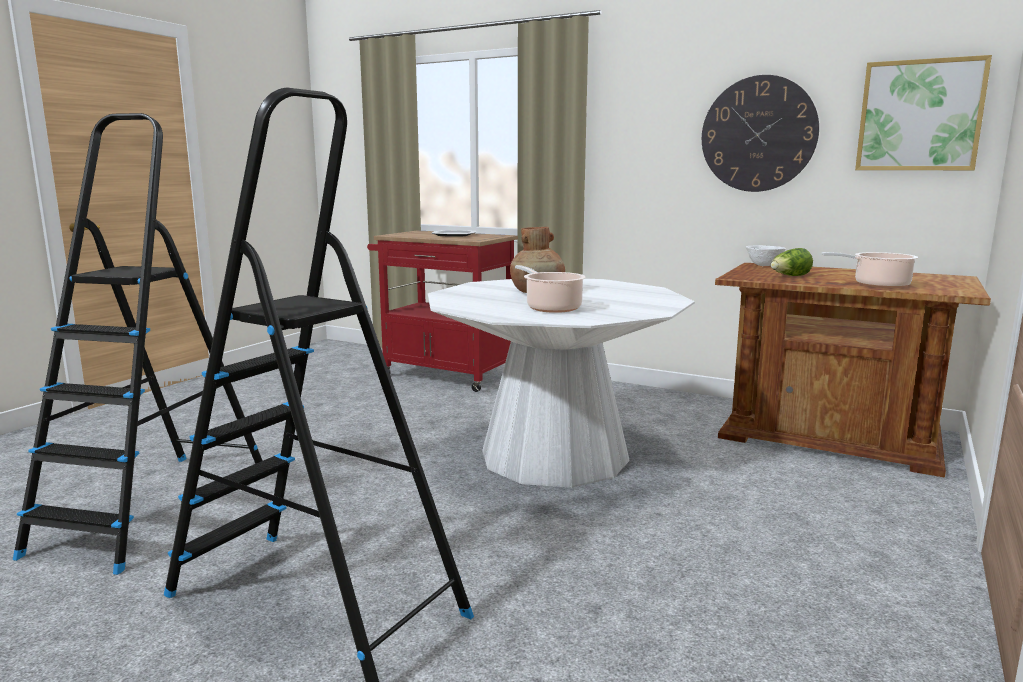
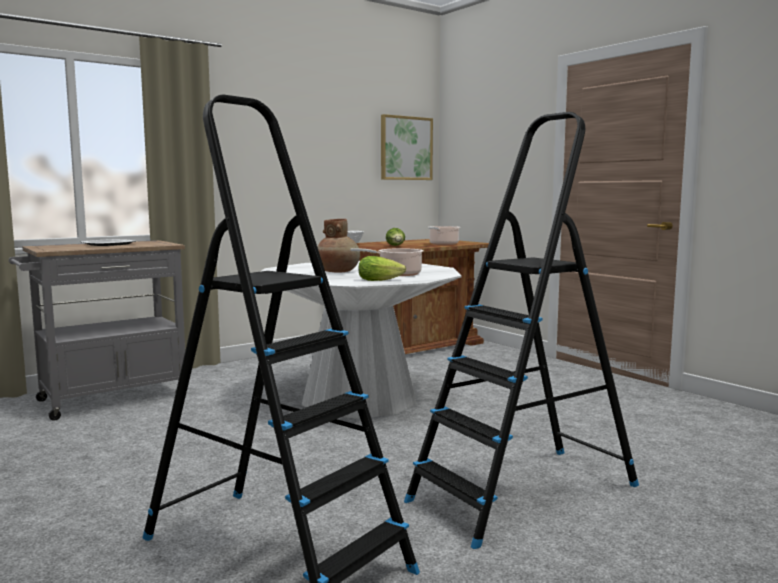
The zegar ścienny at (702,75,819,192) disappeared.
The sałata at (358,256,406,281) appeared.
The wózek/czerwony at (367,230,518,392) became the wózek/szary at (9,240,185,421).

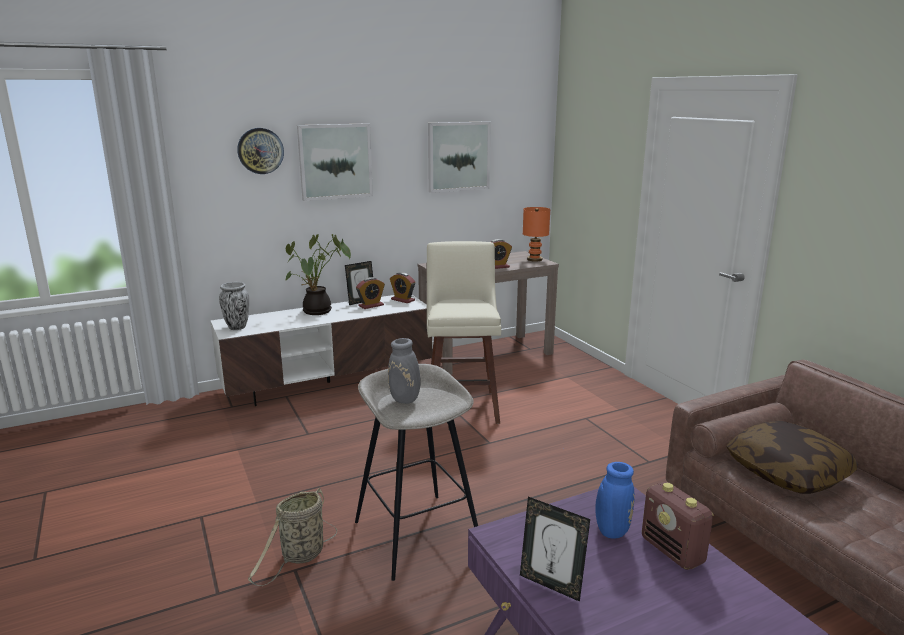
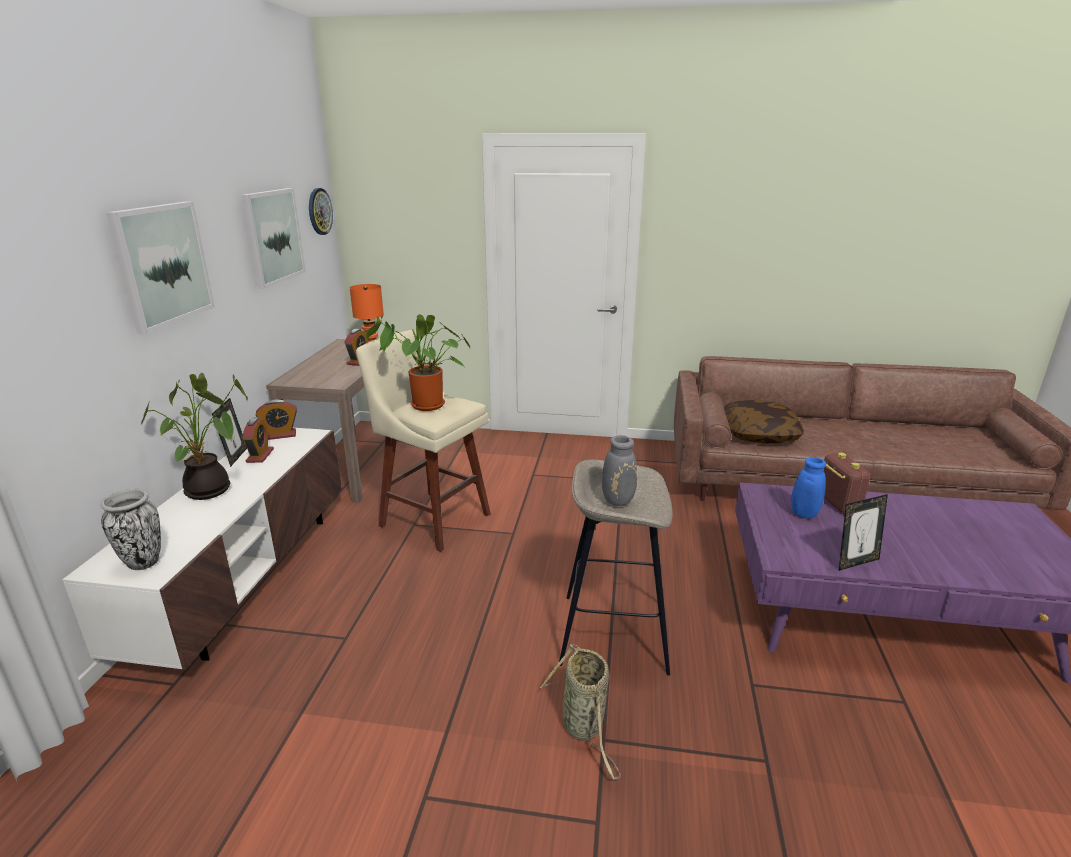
The roślina doniczkowa at (365,314,470,411) appeared.
The zegar ścienny moved from (237,128,284,174) to (309,188,333,235).
The radio at (642,482,714,570) turned 105 degrees counterclockwise.

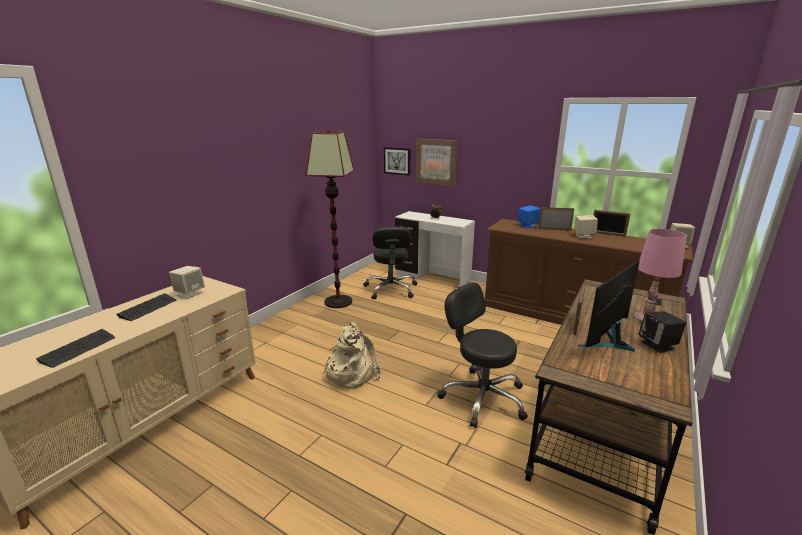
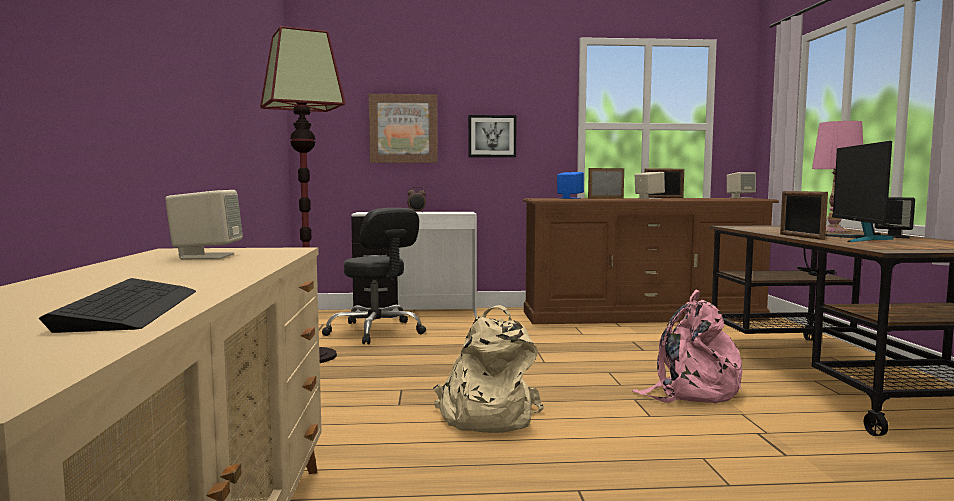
The klawiatura at (116,293,176,321) disappeared.
The obraz moved from (384,147,410,176) to (468,115,516,157).
The krzesło biurowe/czarny at (437,283,528,428) was replaced by the plecak/różowy at (632,289,742,404).

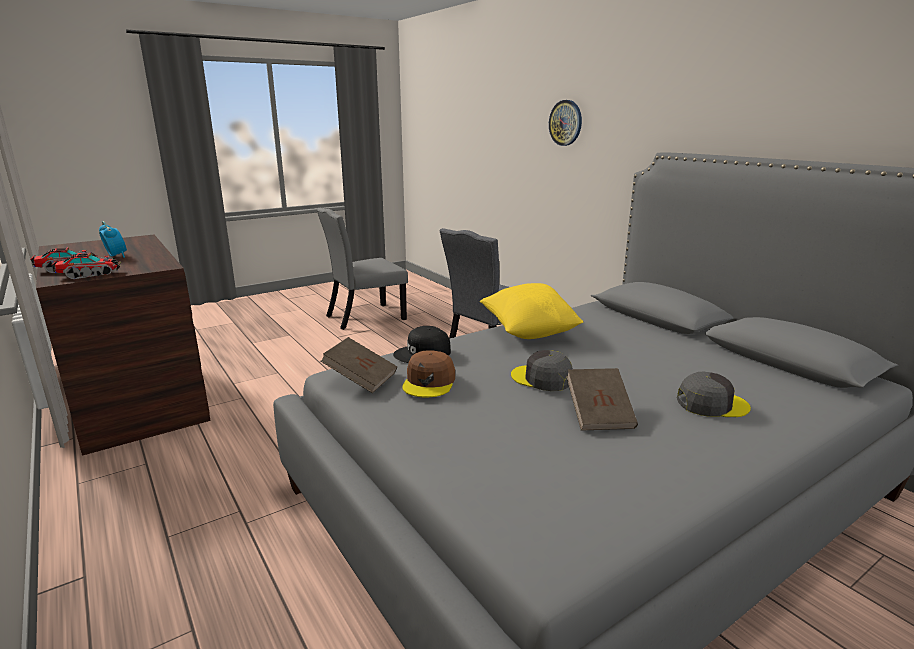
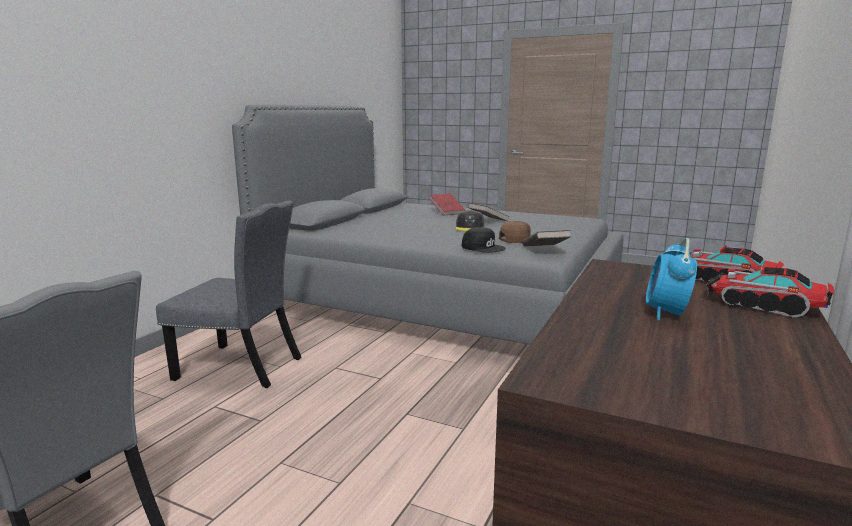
The poduszka/żółty at (480,283,583,339) disappeared.
The zegar ścienny at (549,100,582,146) disappeared.
The czapka z daszkiem/szary at (677,372,751,417) was replaced by the książka/czerwony at (430,193,465,216).

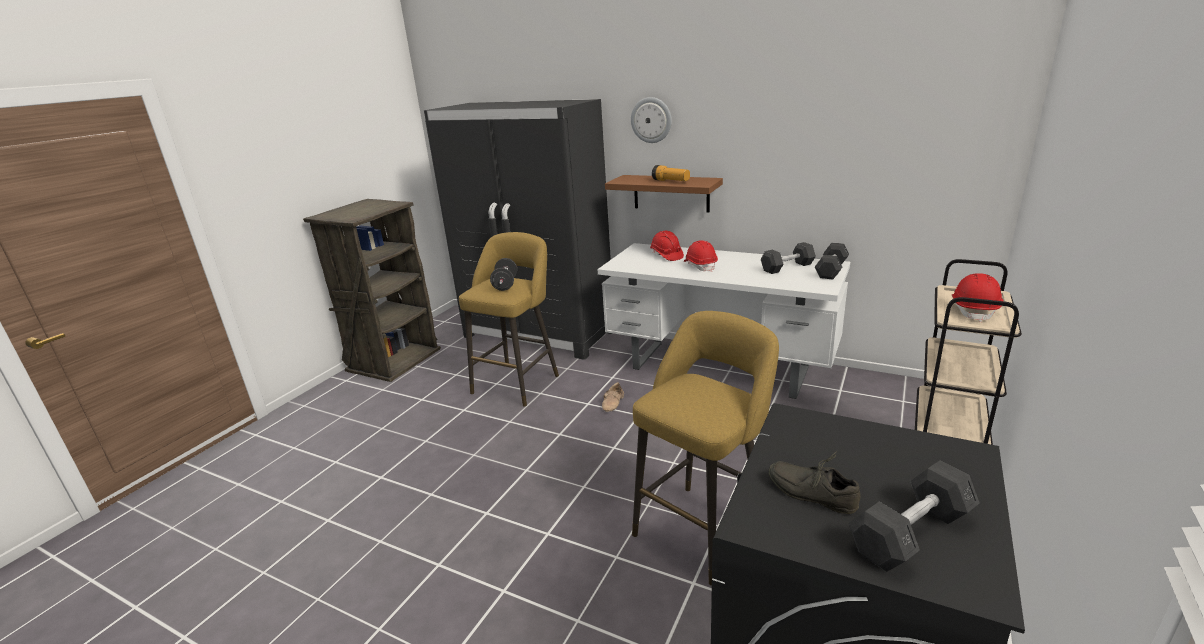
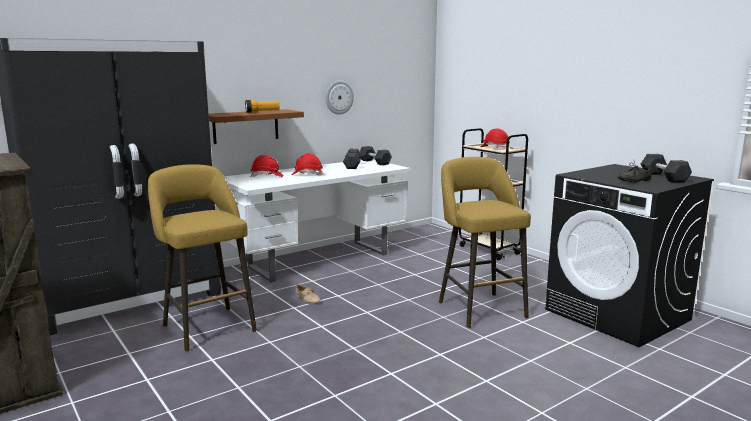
The hantel/czarny at (490,258,517,291) disappeared.
The zegar ścienny moved from (631,97,672,143) to (326,80,354,115).

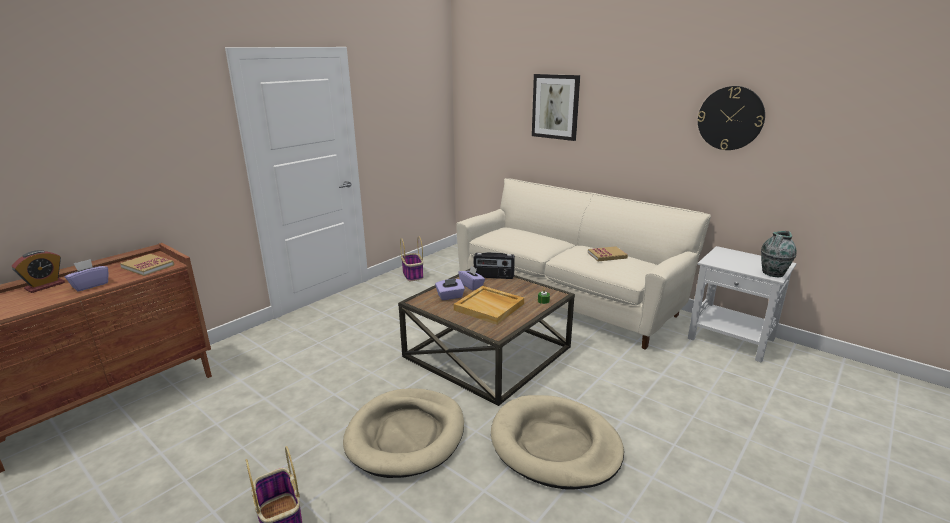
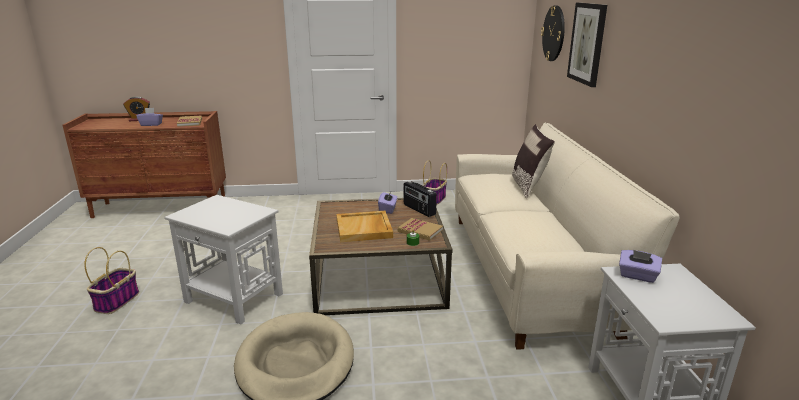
The wazon at (761,231,796,277) disappeared.
The poduszka at (512,124,555,198) appeared.
The pudełko chusteczek/fioletowy moved from (435,279,465,300) to (619,250,662,283).
The książka moved from (588,246,628,261) to (397,218,443,241).
The zegar ścienny moved from (698,86,765,150) to (541,5,565,61).
The legowisko/beżowy at (343,388,464,478) was replaced by the stolik/biały at (164,195,283,324).

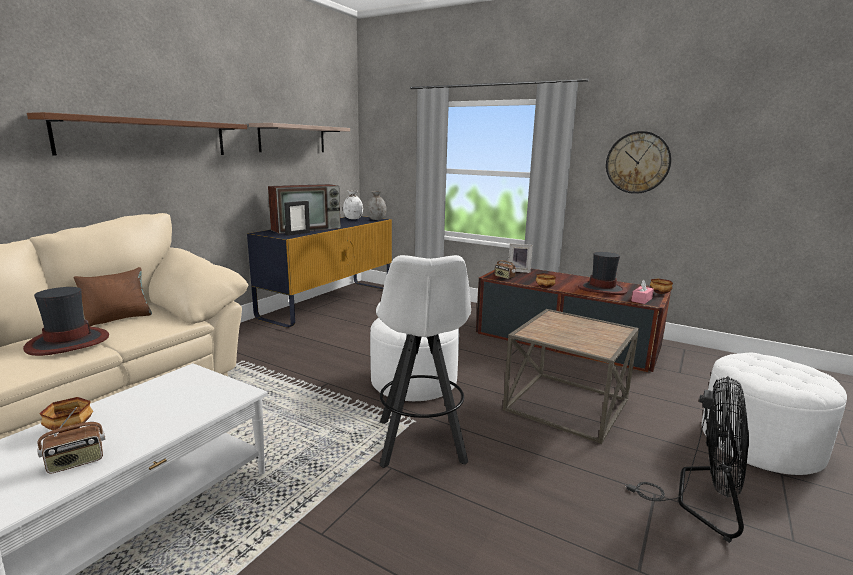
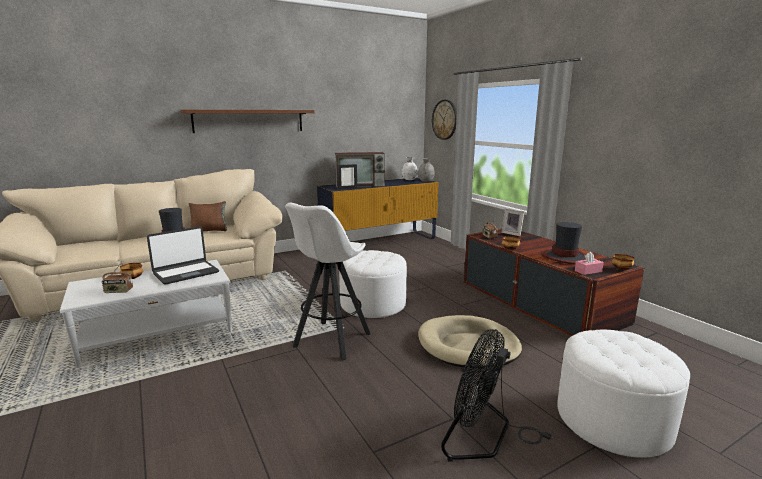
The półka at (249,123,350,152) disappeared.
The laptop at (147,226,219,285) appeared.
The zegar ścienny moved from (606,131,672,194) to (432,100,457,140).
The stolik/brązowy at (503,309,639,444) was replaced by the legowisko/beżowy at (418,315,522,369).
The wentylator/czarny at (625,376,749,543) turned 150 degrees clockwise.

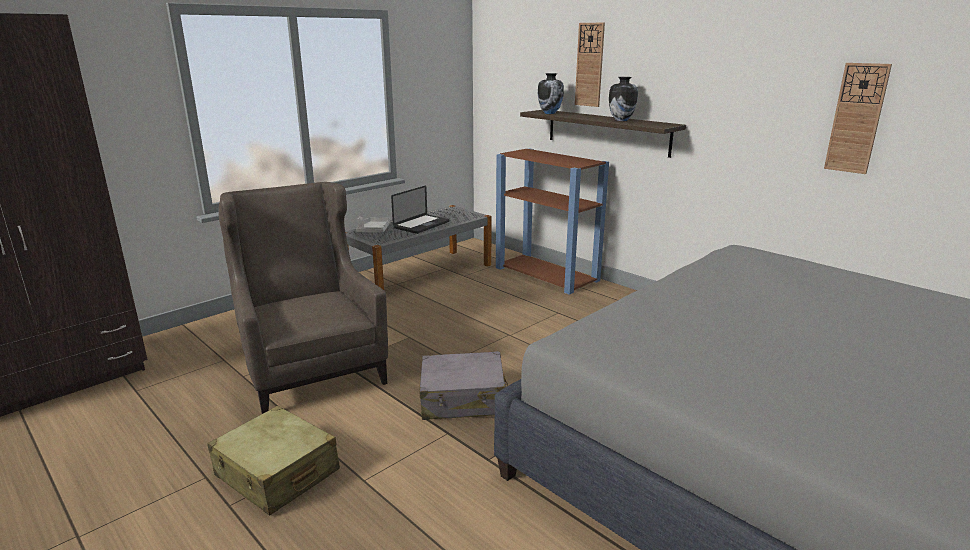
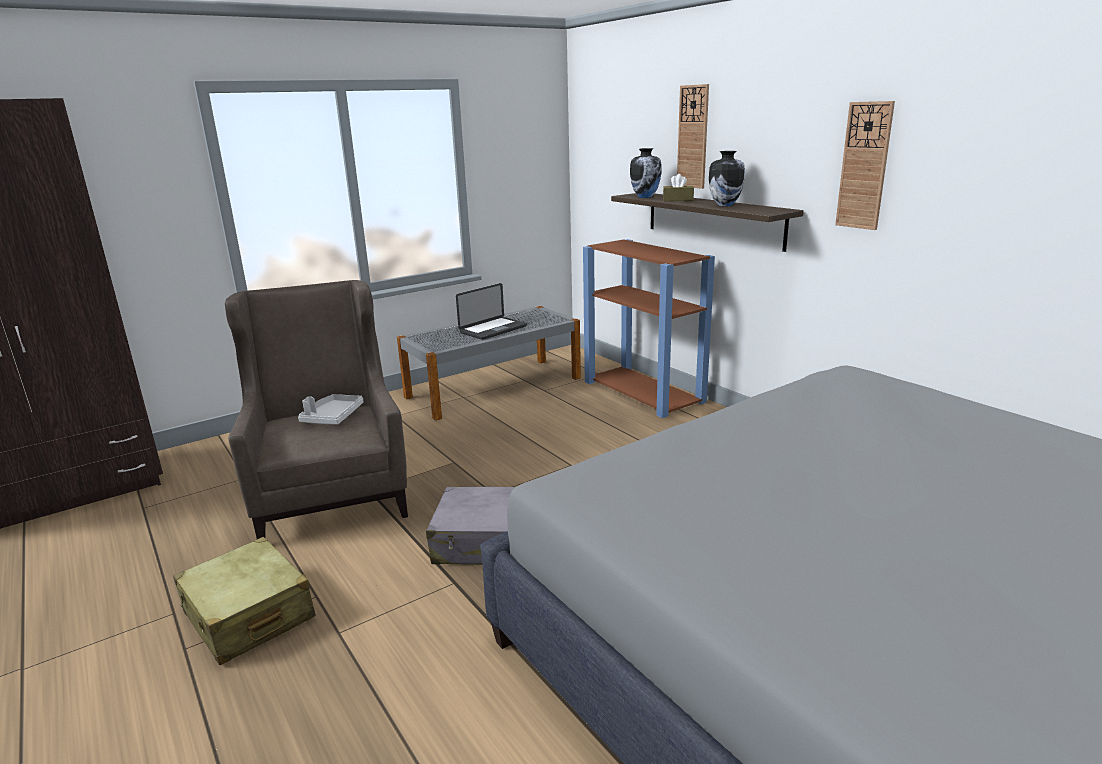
The pudełko chusteczek/brązowy at (663,174,694,201) appeared.
The taca/szary moved from (356,217,390,233) to (298,394,364,425).
The zegar ścienny moved from (824,63,892,174) to (835,101,895,230).

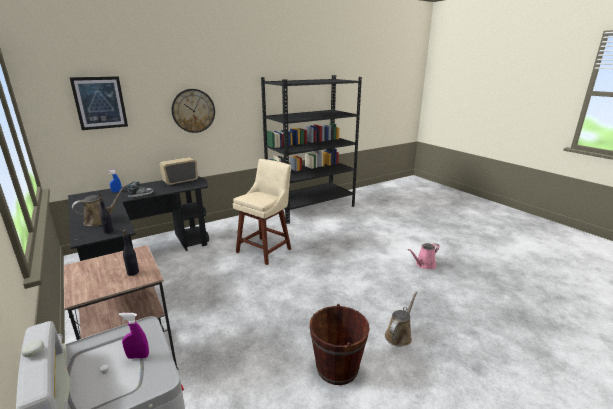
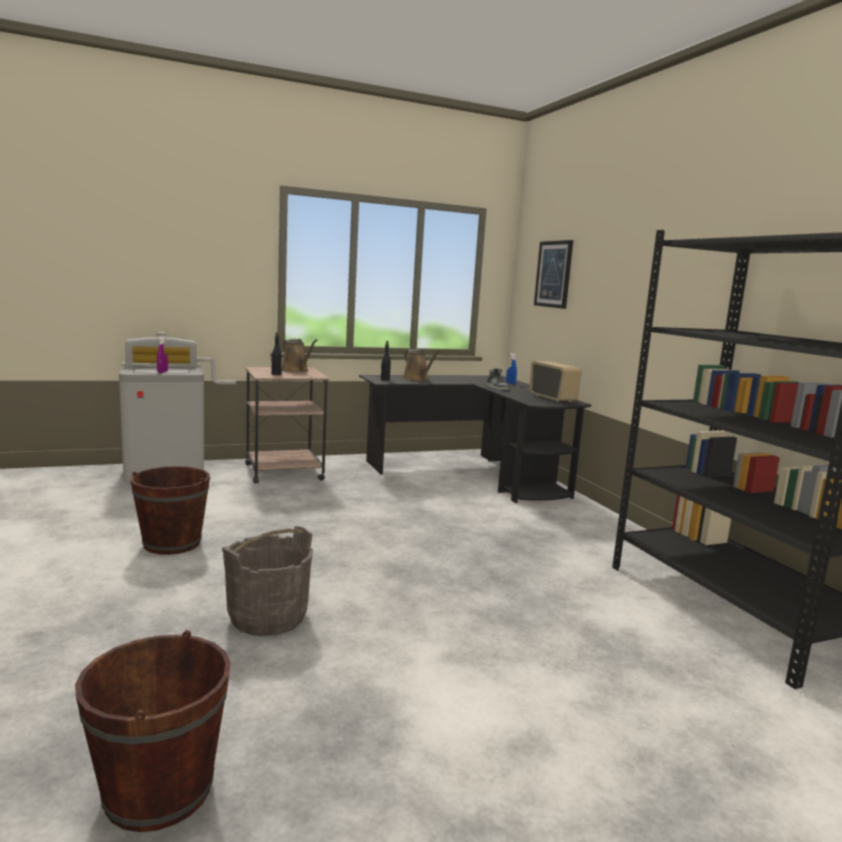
The zegar ścienny at (172,89,215,133) disappeared.
The krzesło/beżowy at (233,159,291,265) disappeared.
The konewka/różowy at (408,243,439,269) disappeared.
The wiadro/brązowy at (75,630,231,832) appeared.
The wiadro/szary at (222,526,313,636) appeared.
The konewka/brązowy moved from (385,291,417,347) to (282,339,317,372).

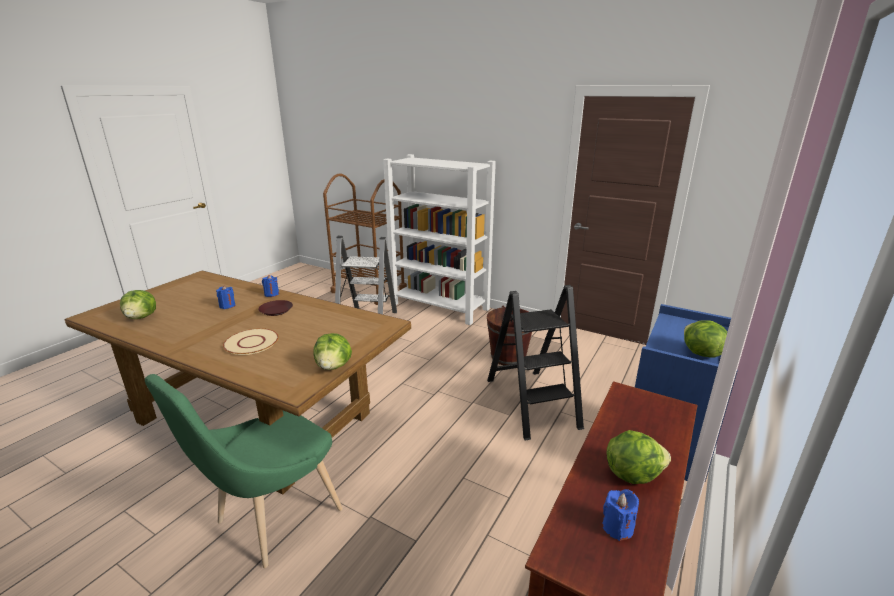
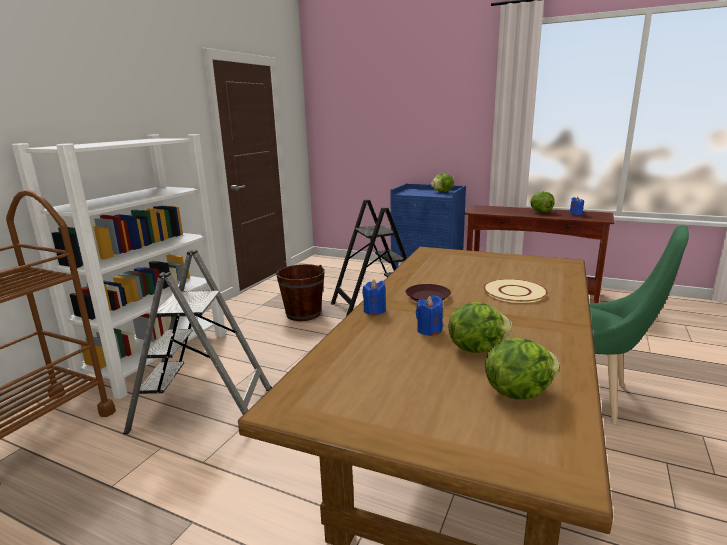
The sałata moved from (314,333,352,370) to (449,302,512,353).

